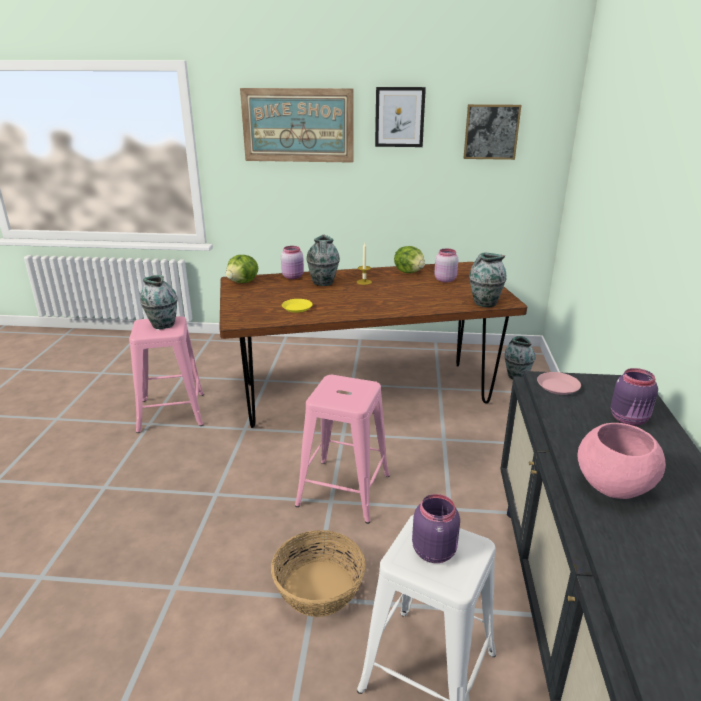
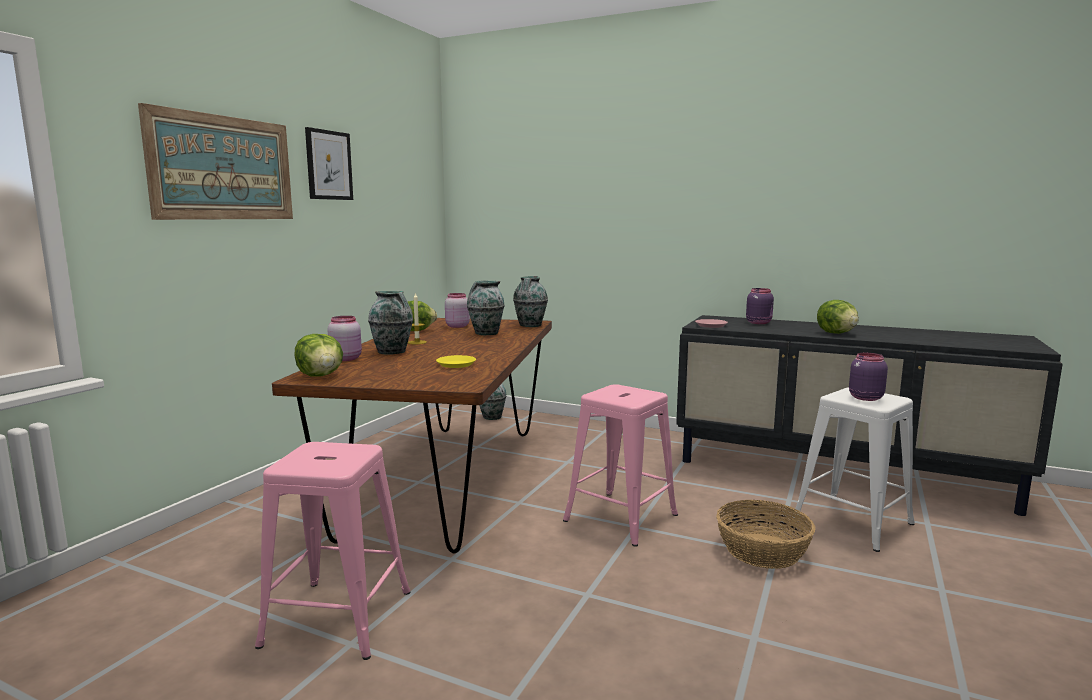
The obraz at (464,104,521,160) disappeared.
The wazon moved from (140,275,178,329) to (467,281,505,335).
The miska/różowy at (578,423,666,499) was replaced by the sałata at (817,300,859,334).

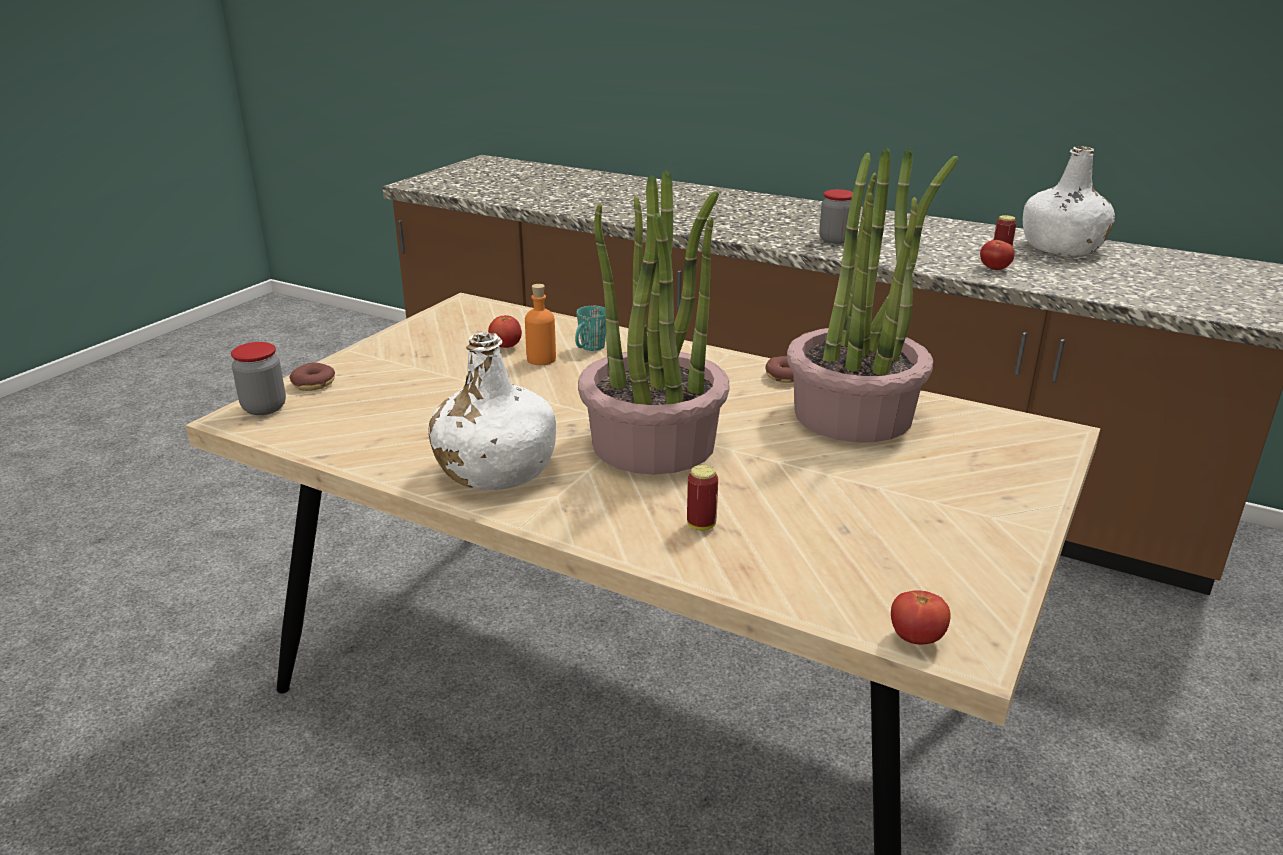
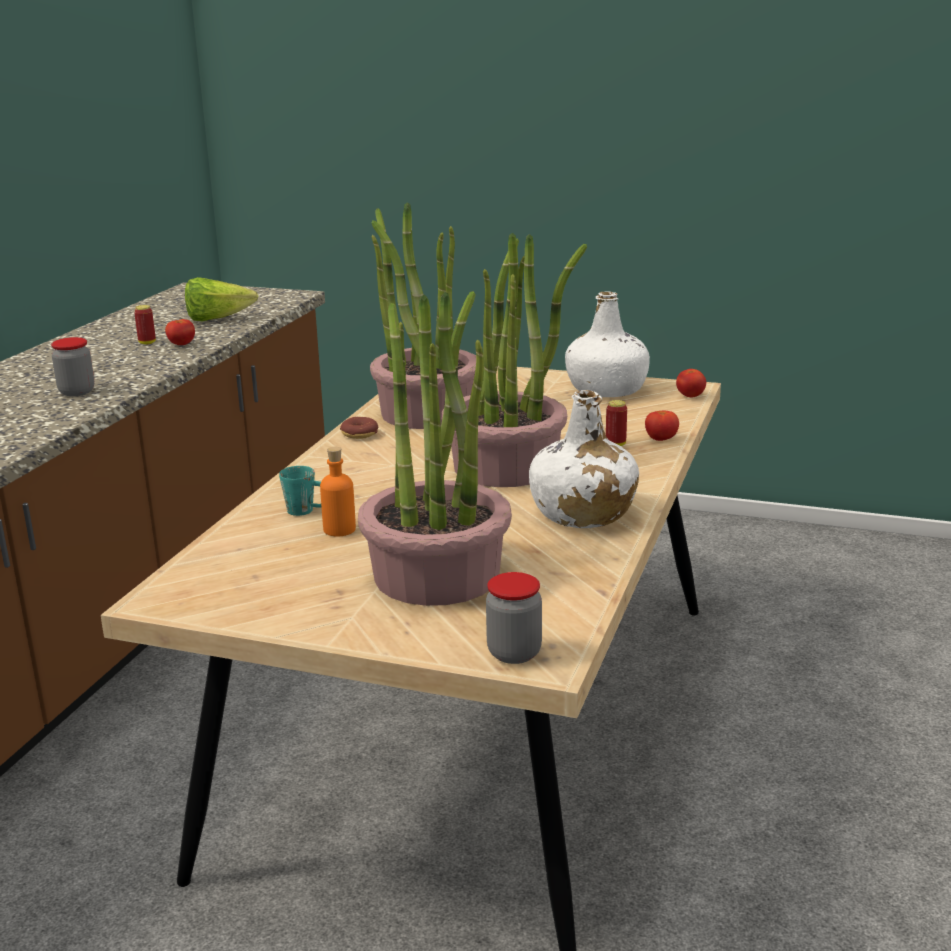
The donut at (289,363,335,391) disappeared.
The sałata at (185,277,258,321) appeared.
The roślina doniczkowa at (358,291,512,606) appeared.
The pomidor moved from (488,315,522,348) to (645,411,679,441).
The butelka/biały moved from (1023,146,1115,256) to (565,291,650,397).

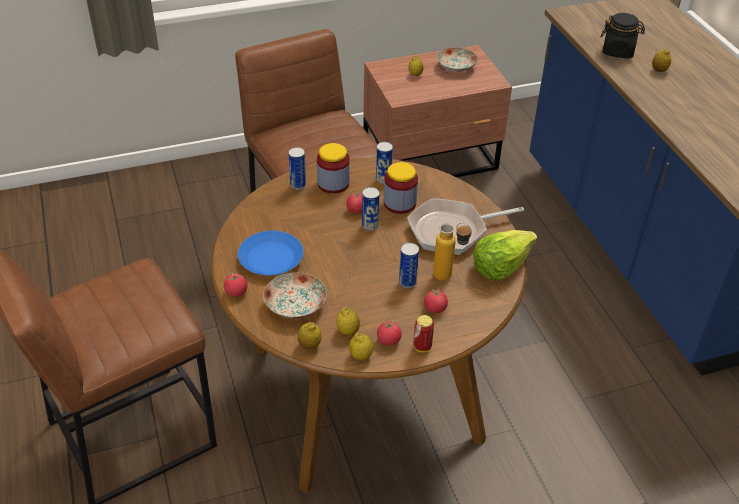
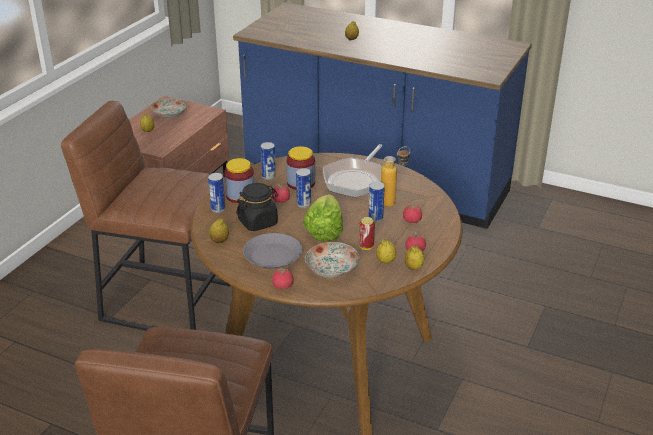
The cytryna moved from (298,322,322,349) to (209,218,229,243).
The puszka moved from (413,315,434,352) to (359,217,375,250).
The sałata moved from (473,230,537,281) to (303,194,343,242).
The słoik/czarny moved from (601,13,645,59) to (236,183,278,231).
The talerz/niebieski at (238,231,303,275) became the talerz/szary at (243,233,302,269).

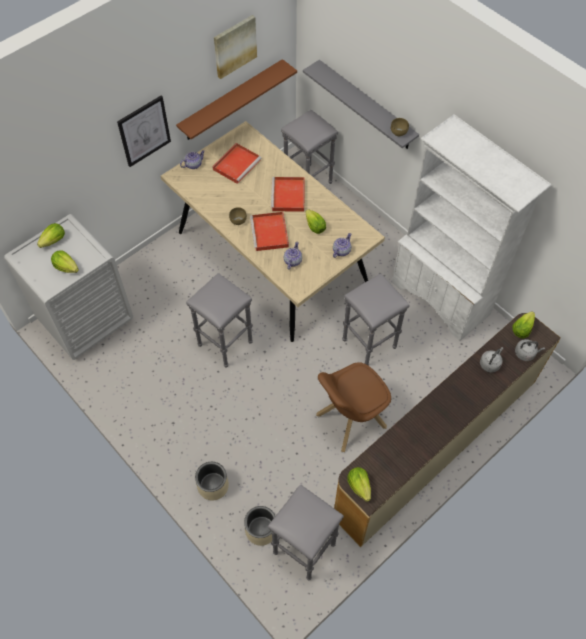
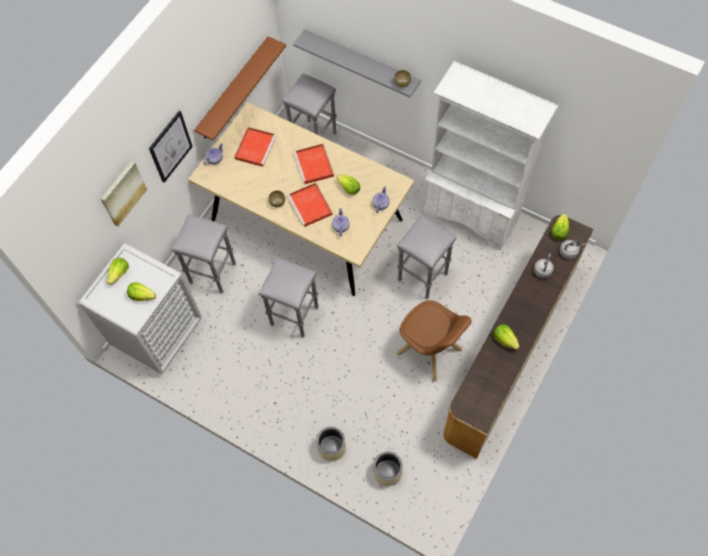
The obraz moved from (214,15,257,79) to (101,161,147,226).
The stołek/szary moved from (268,485,344,580) to (171,214,236,294).
The sałata moved from (347,467,371,502) to (494,324,520,350).
The krzesło/brązowy at (316,362,391,452) turned 90 degrees counterclockwise.

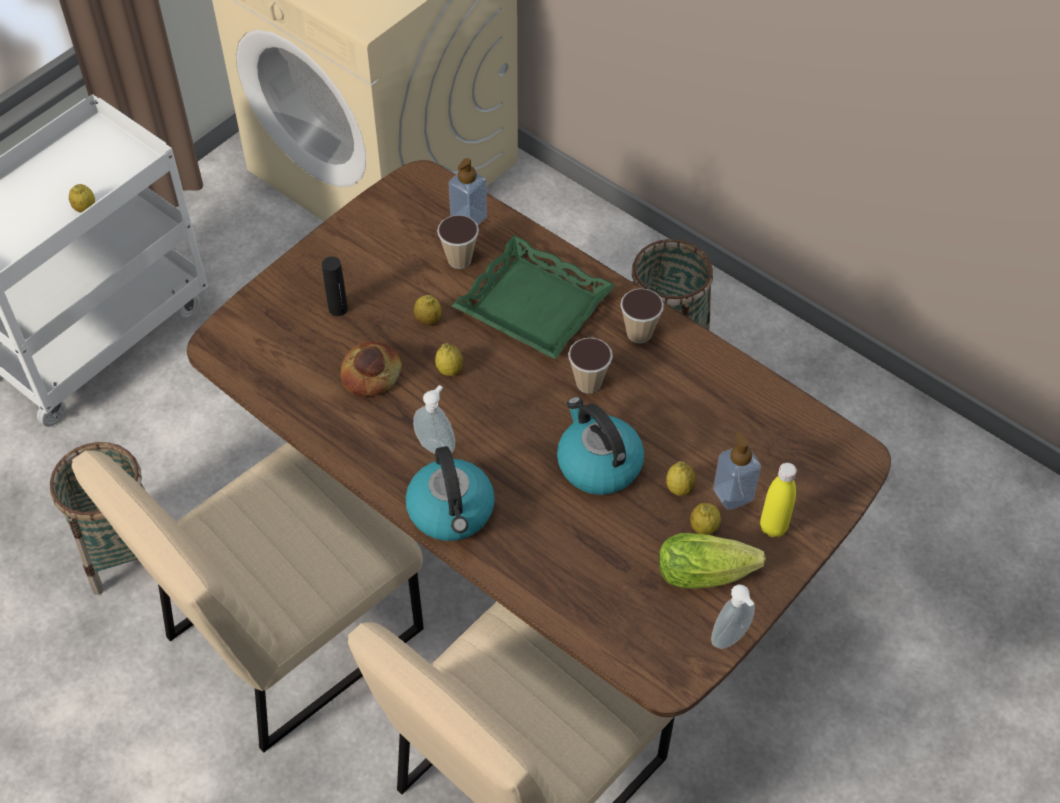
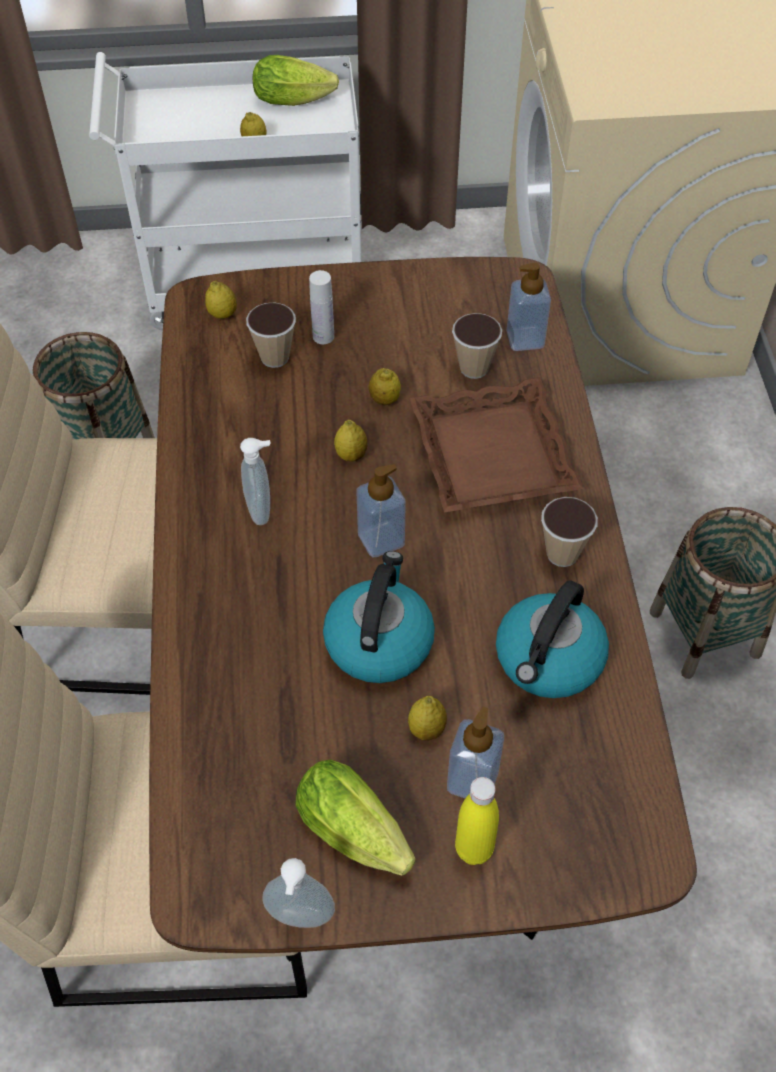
The chleb at (341,341,402,397) disappeared.
The sałata at (253,55,339,106) appeared.
The dozownik mydła at (356,464,406,557) appeared.
The czajnik moved from (406,446,495,541) to (496,580,609,698).
The filiżanka moved from (568,338,613,393) to (246,302,296,368).
The cytryna moved from (690,503,721,535) to (205,281,237,319).
The butelka/czarny at (322,257,348,316) became the butelka/biały at (309,270,334,344).
The taca/zielony at (452,235,615,359) became the taca/brązowy at (410,377,584,513).

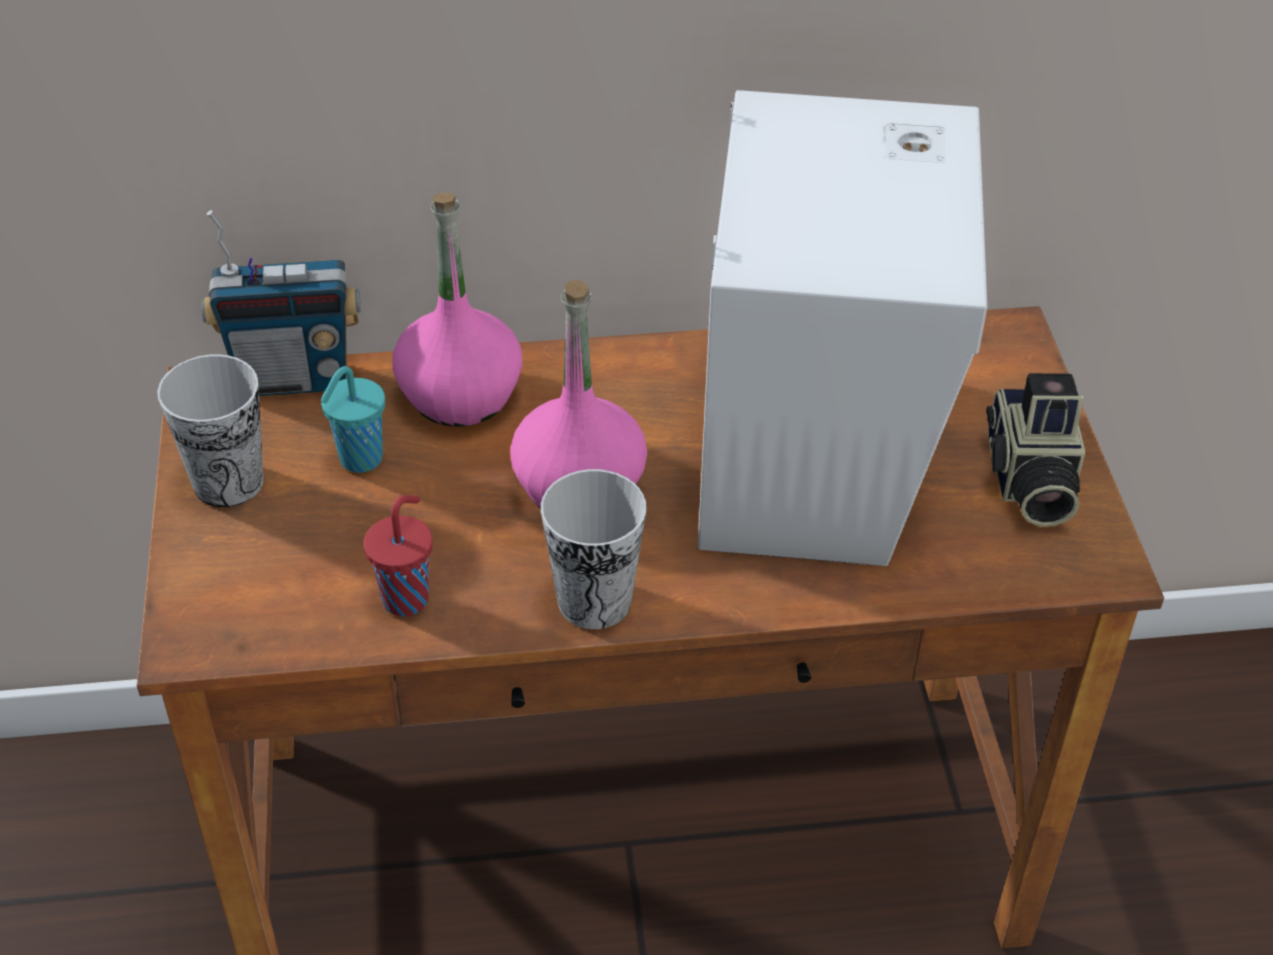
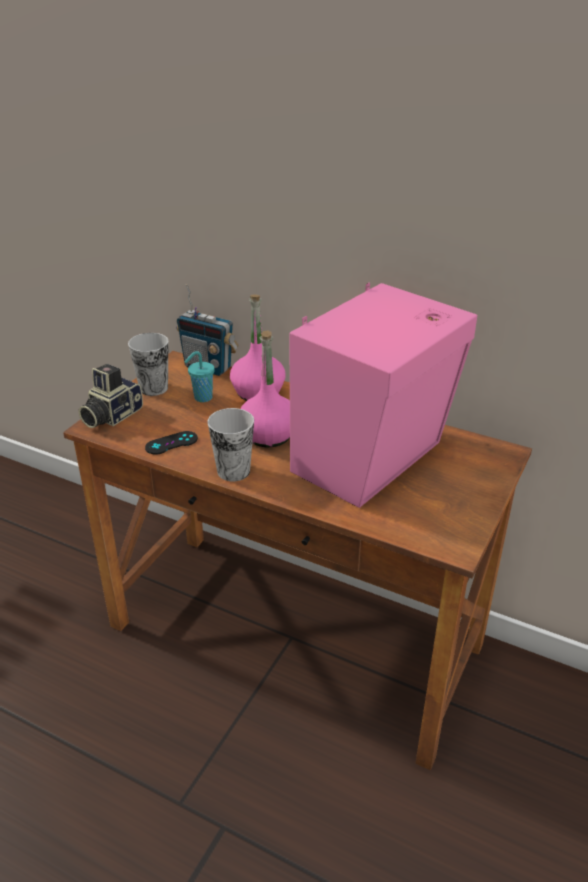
The aparat fotograficzny moved from (986,373,1085,527) to (79,364,143,428).
The filiżanka/czerwony at (364,495,433,616) was replaced by the pad do gier/czarny at (145,431,198,454).
The głośnik/biały at (698,90,987,566) became the głośnik/różowy at (290,283,477,508).

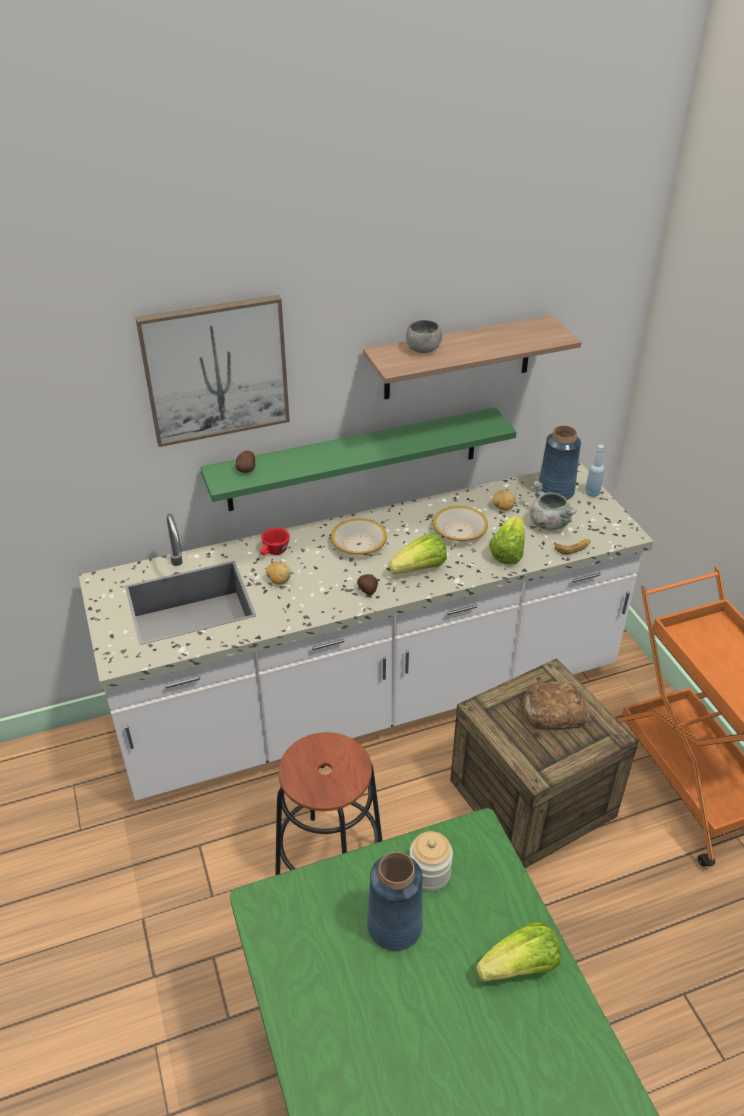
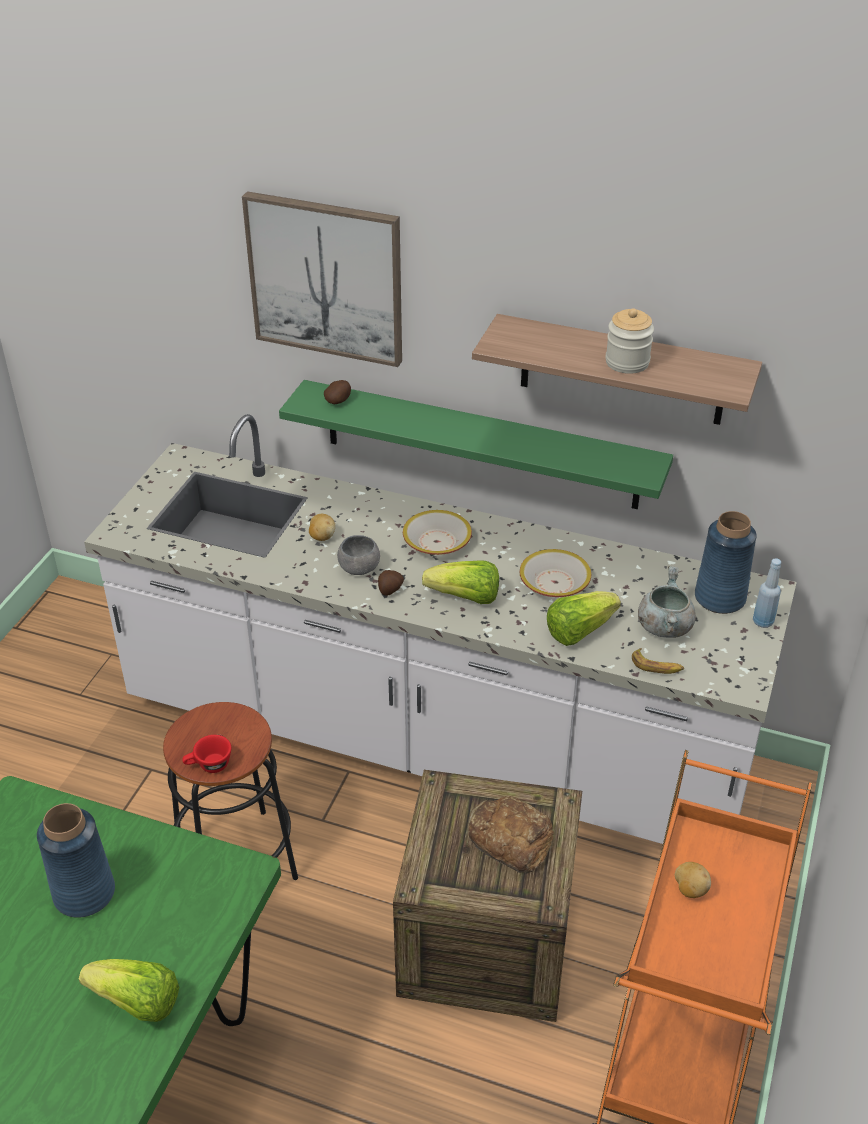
The filiżanka/czerwony moved from (260,528,290,555) to (182,735,231,773).
The miska/szary moved from (406,320,442,353) to (337,535,380,575).
The słoik moved from (409,831,453,891) to (606,308,654,374).
The ziemniak moved from (492,490,516,511) to (675,862,711,898).

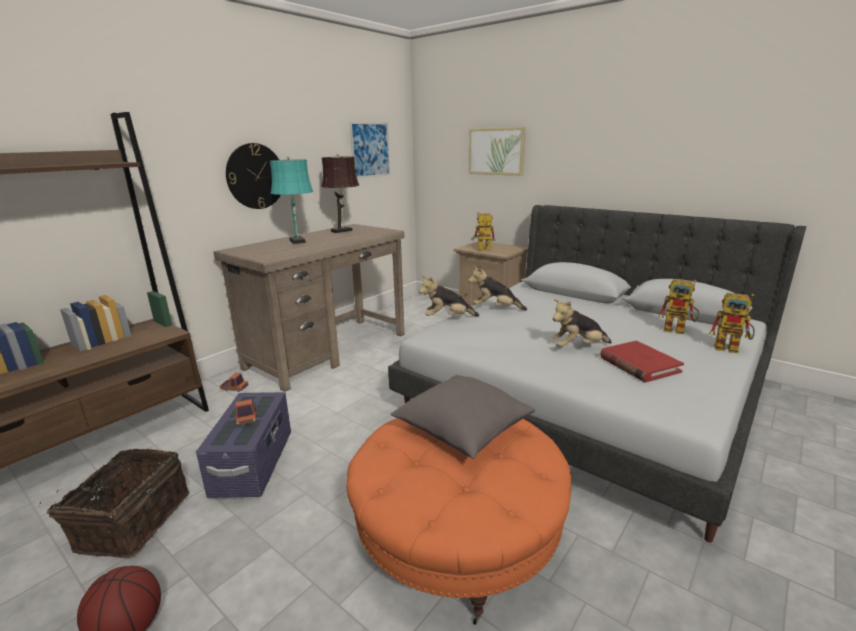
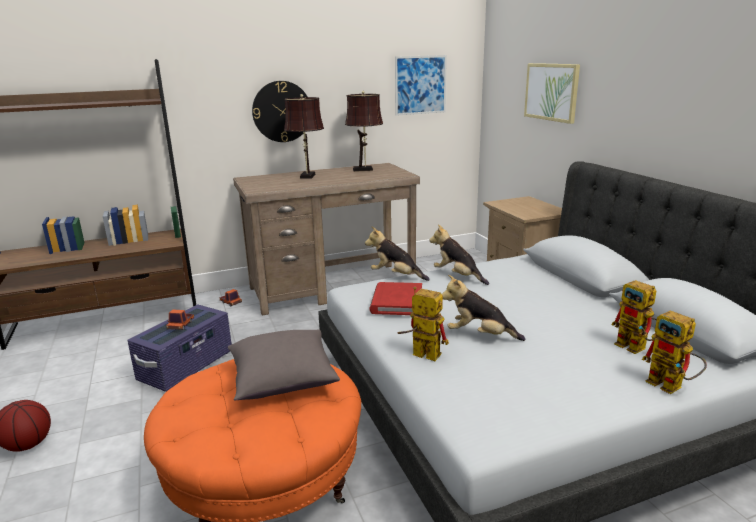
The koszyk at (40,449,189,558) disappeared.
The robot zabawkowy moved from (471,212,495,251) to (398,287,449,361).
The książka/czerwony moved from (600,341,684,382) to (370,282,422,315).
The lampa stołowa/turkusowy at (270,156,313,244) became the lampa stołowa/brązowy at (284,94,324,179).

